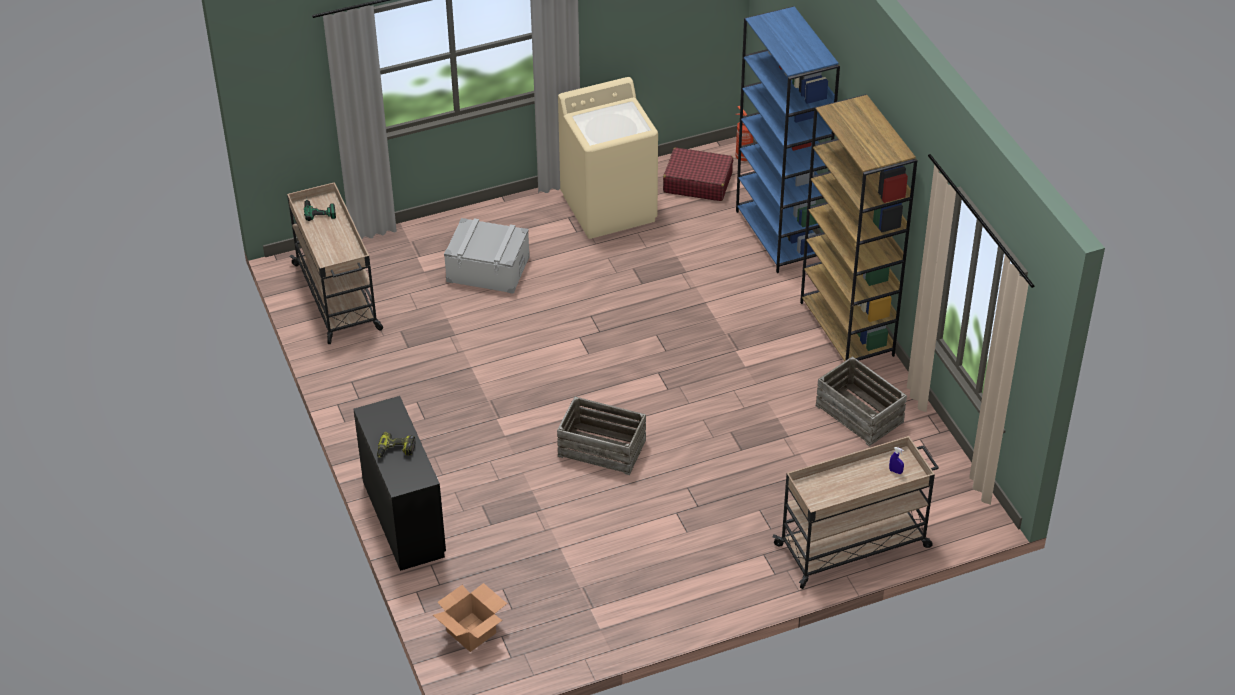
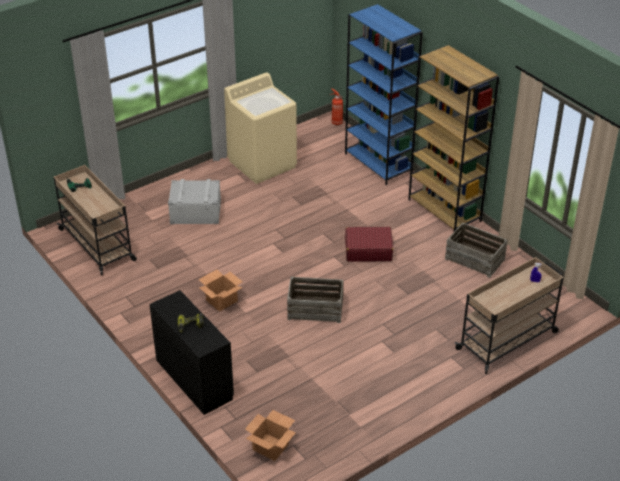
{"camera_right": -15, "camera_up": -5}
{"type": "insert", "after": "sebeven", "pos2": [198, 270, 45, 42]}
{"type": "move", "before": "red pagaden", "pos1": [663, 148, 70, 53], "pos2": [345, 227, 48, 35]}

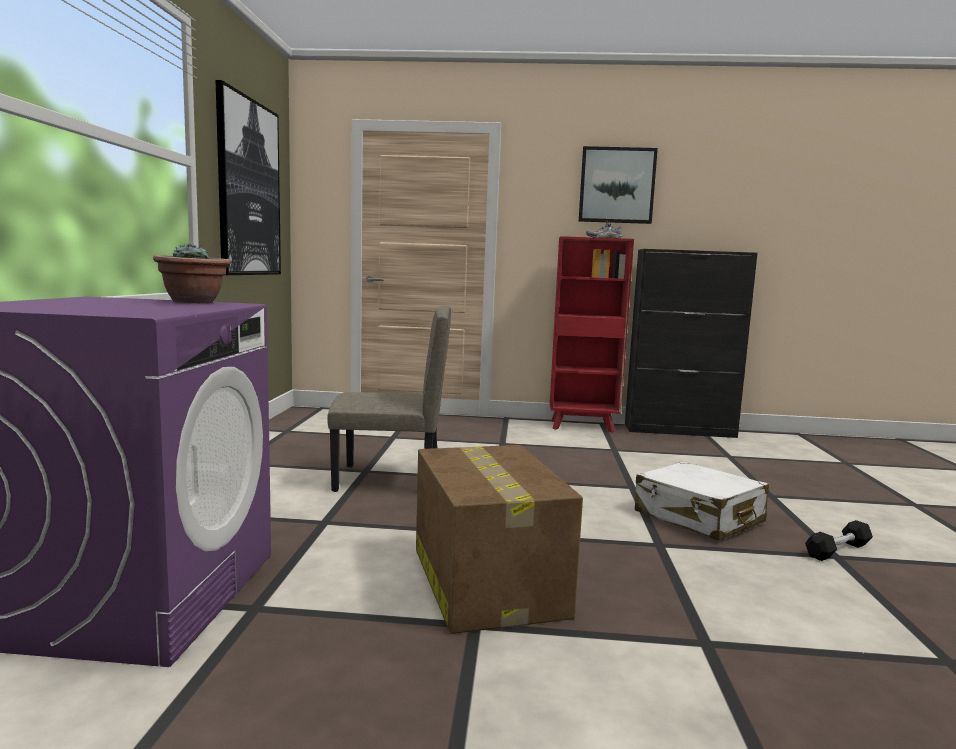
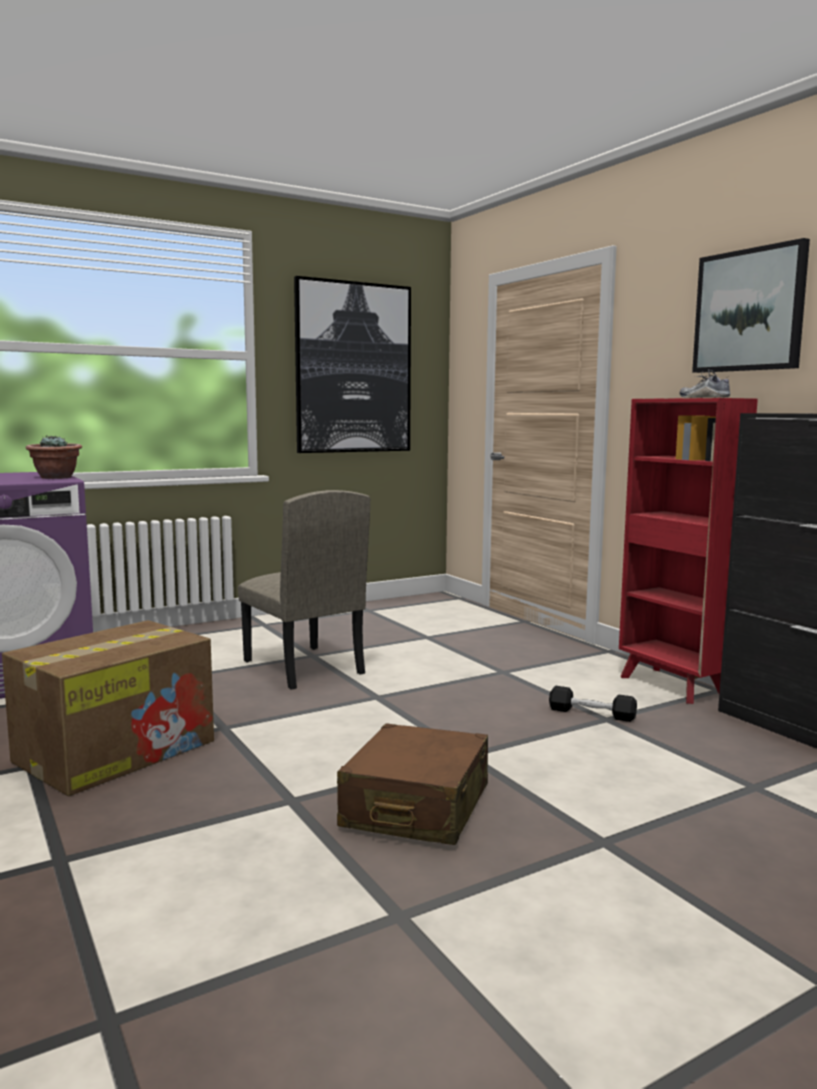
{"camera_right": 55, "camera_up": 0}
{"type": "recolor", "before": "white pagaden", "after": "brown pagaden", "pos1": [635, 461, 134, 80], "pos2": [337, 723, 151, 122]}
{"type": "move", "before": "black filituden", "pos1": [805, 520, 68, 41], "pos2": [549, 686, 88, 36]}

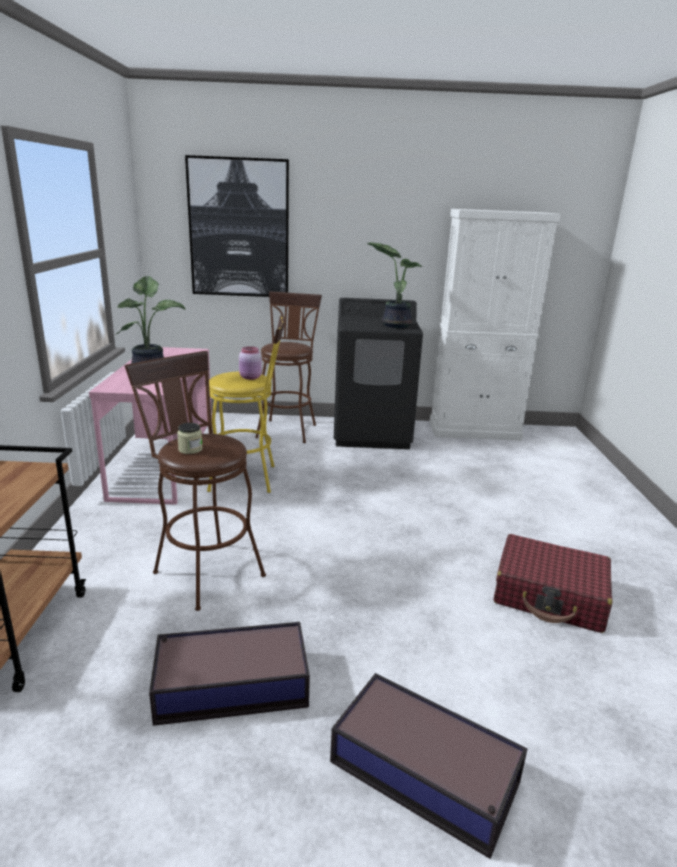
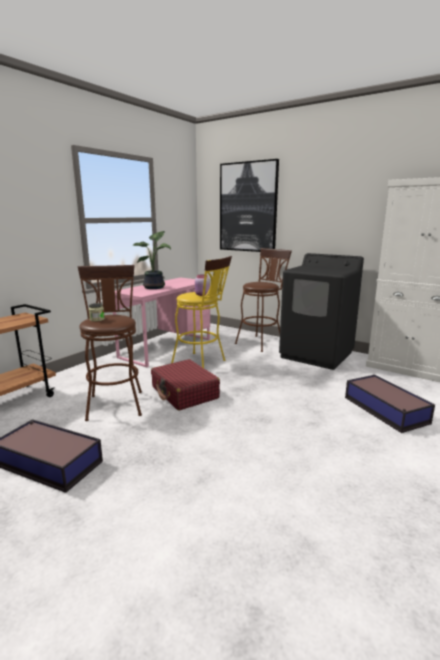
{"camera_right": 35, "camera_up": -5}
{"type": "move", "before": "red pagaden", "pos1": [493, 534, 119, 99], "pos2": [151, 359, 69, 52]}
{"type": "move", "before": "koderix", "pos1": [330, 673, 197, 186], "pos2": [345, 375, 90, 58]}
{"type": "delete", "before": "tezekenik", "pos1": [367, 242, 56, 86]}

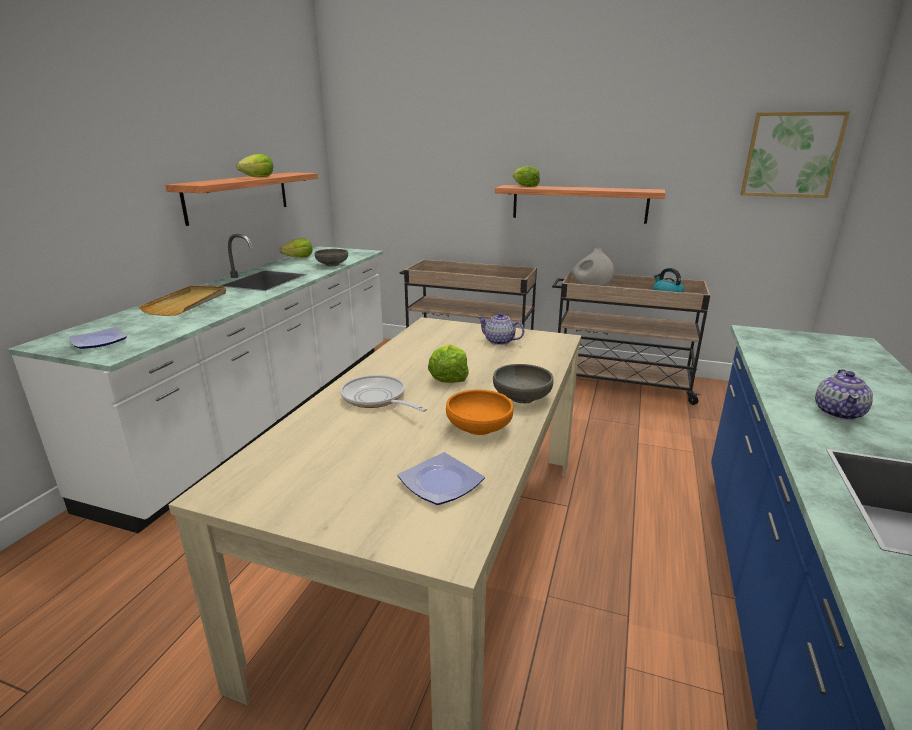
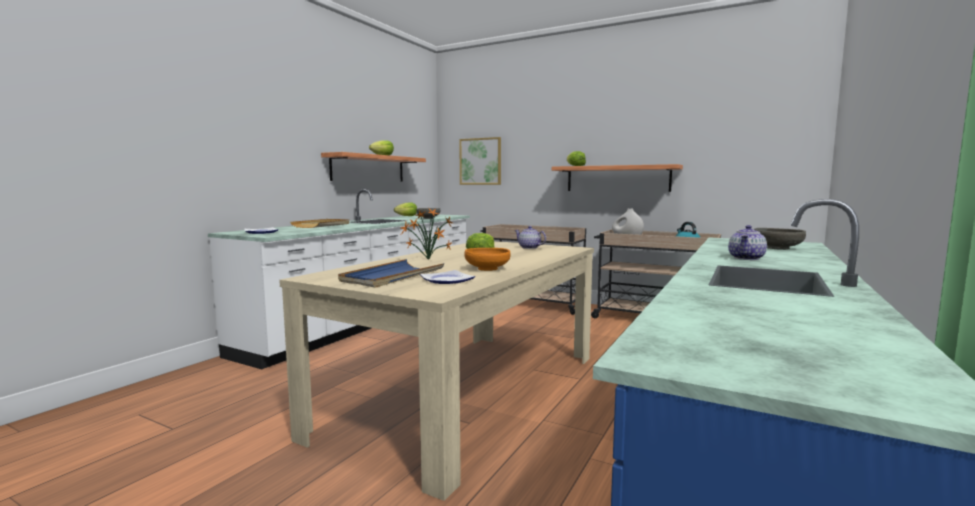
{"camera_right": 10, "camera_up": -15}
{"type": "insert", "after": "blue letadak", "pos2": [338, 259, 106, 29]}
{"type": "replace", "before": "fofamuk", "after": "tezekenik", "pos1": [340, 375, 87, 37], "pos2": [401, 209, 51, 51]}
{"type": "move", "before": "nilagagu", "pos1": [740, 111, 110, 87], "pos2": [459, 137, 42, 48]}
{"type": "move", "before": "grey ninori", "pos1": [493, 364, 61, 39], "pos2": [754, 228, 52, 22]}

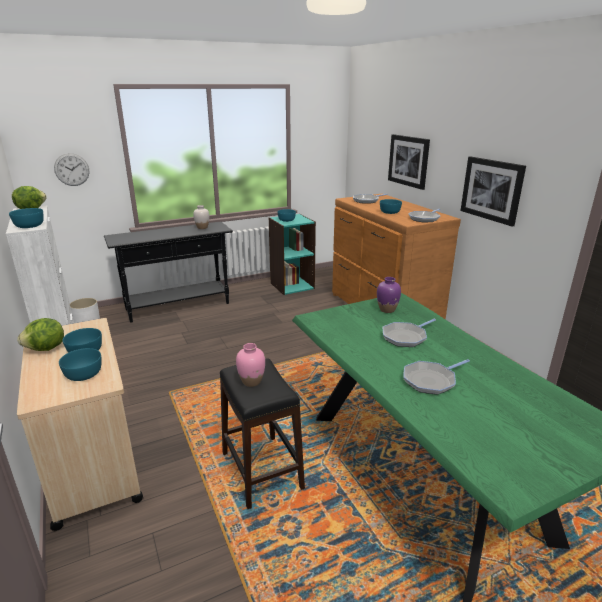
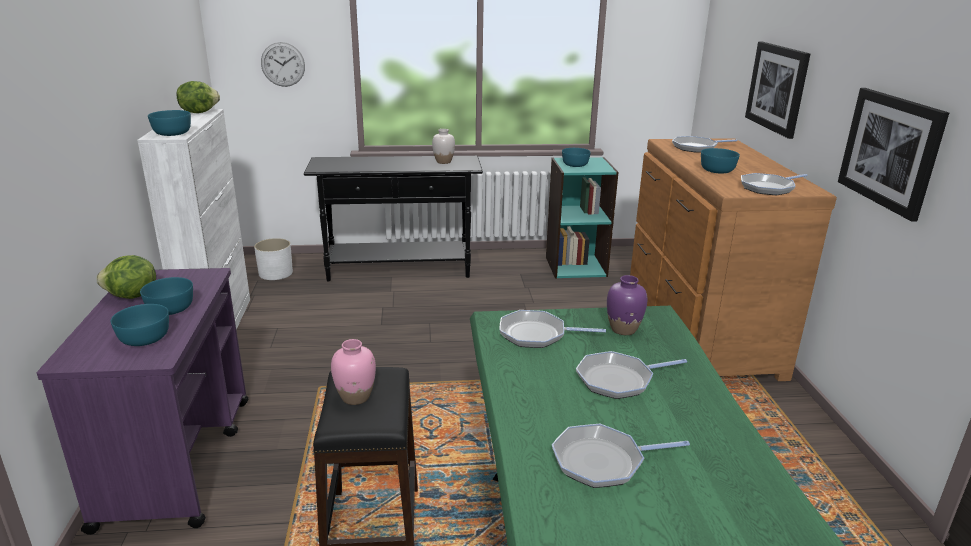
{"camera_right": 20, "camera_up": 0}
{"type": "recolor", "before": "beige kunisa", "after": "purple kunisa", "pos1": [17, 318, 126, 213], "pos2": [37, 268, 211, 267]}
{"type": "insert", "after": "fofamuk", "pos2": [499, 310, 107, 38]}

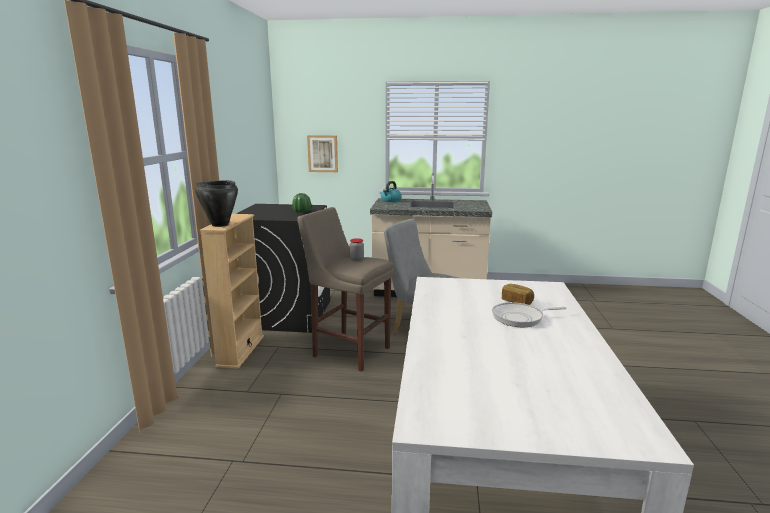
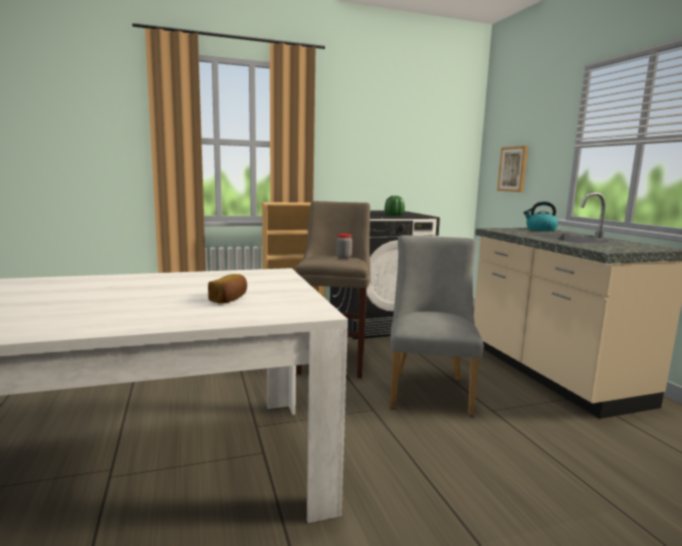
{"camera_right": 65, "camera_up": -5}
{"type": "delete", "before": "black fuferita", "pos1": [195, 180, 43, 47]}
{"type": "delete", "before": "fofamuk", "pos1": [492, 302, 75, 25]}

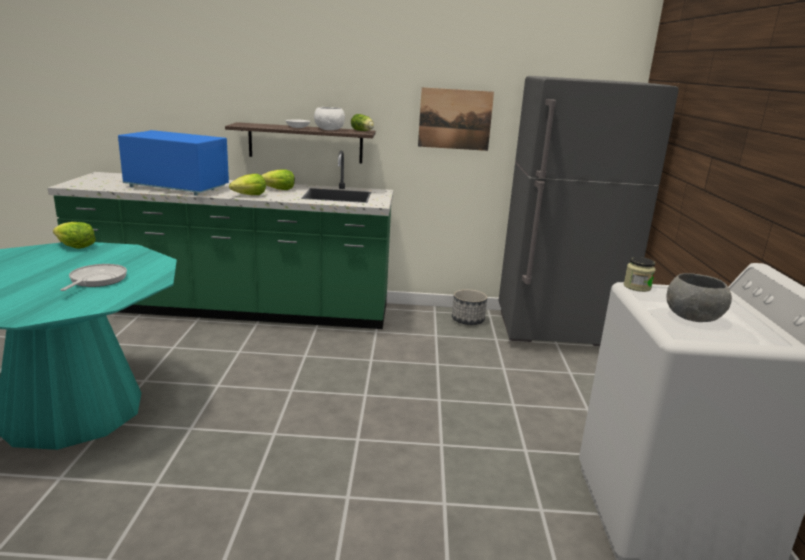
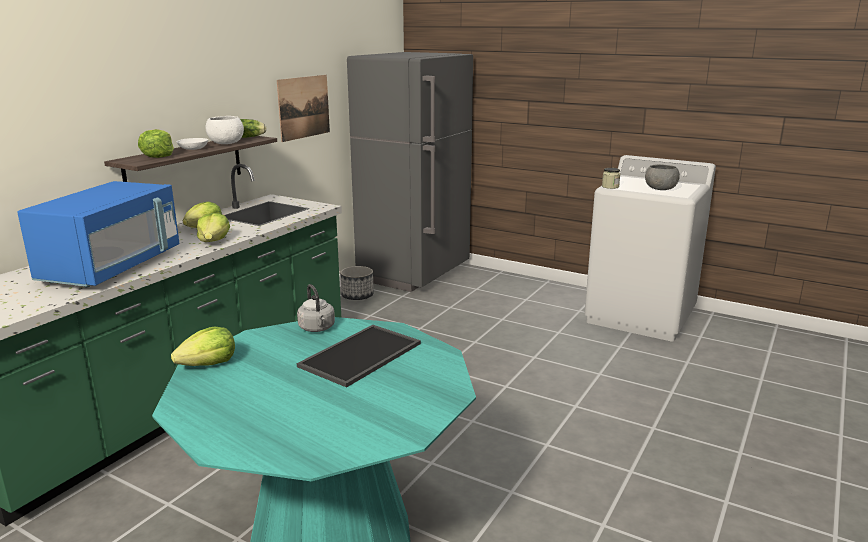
{"camera_right": -60, "camera_up": 0}
{"type": "rotate", "before": "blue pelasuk", "pos1": [118, 130, 111, 66], "pos2": [17, 181, 163, 107], "turn": 150}
{"type": "insert", "after": "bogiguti", "pos2": [138, 129, 36, 29]}
{"type": "insert", "after": "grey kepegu", "pos2": [297, 284, 38, 48]}
{"type": "replace", "before": "fofamuk", "after": "letadak", "pos1": [60, 264, 67, 27], "pos2": [297, 325, 124, 63]}

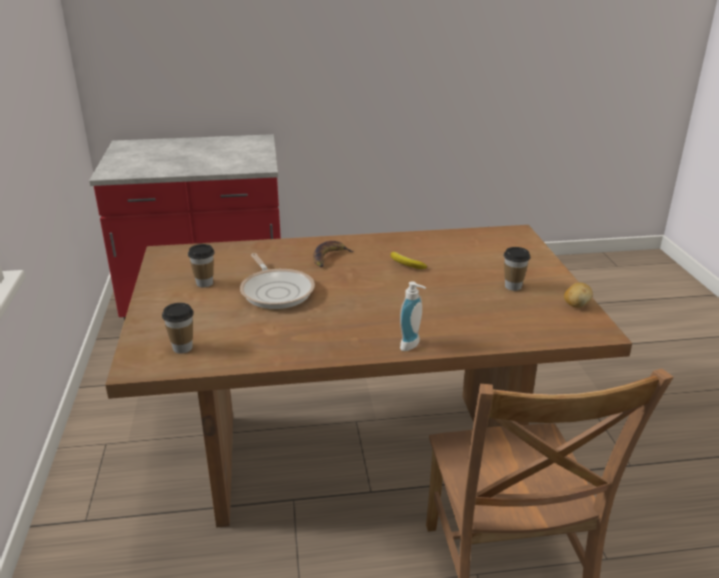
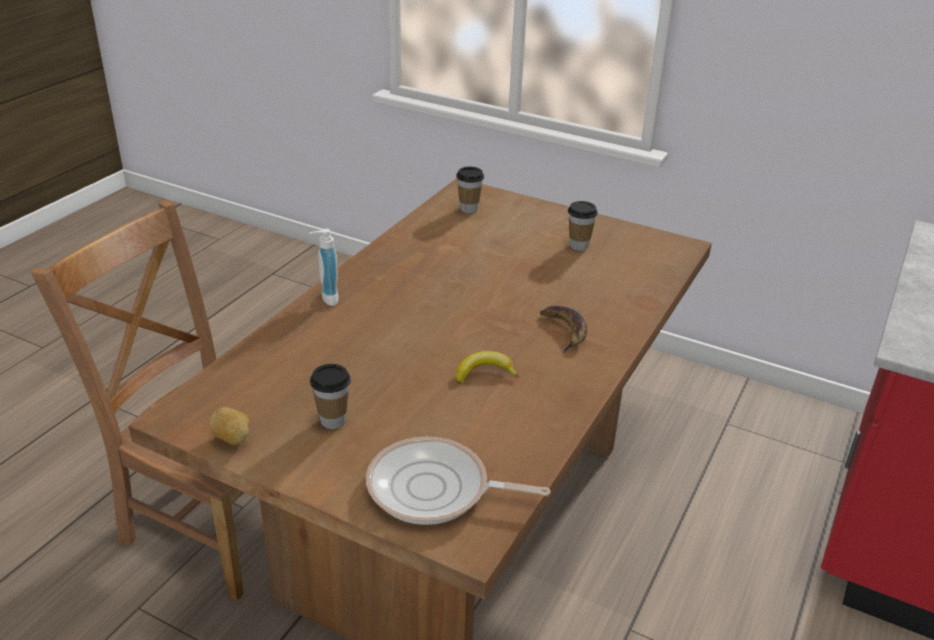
{"camera_right": 125, "camera_up": 5}
{"type": "move", "before": "fofamuk", "pos1": [240, 253, 75, 56], "pos2": [366, 437, 185, 88]}

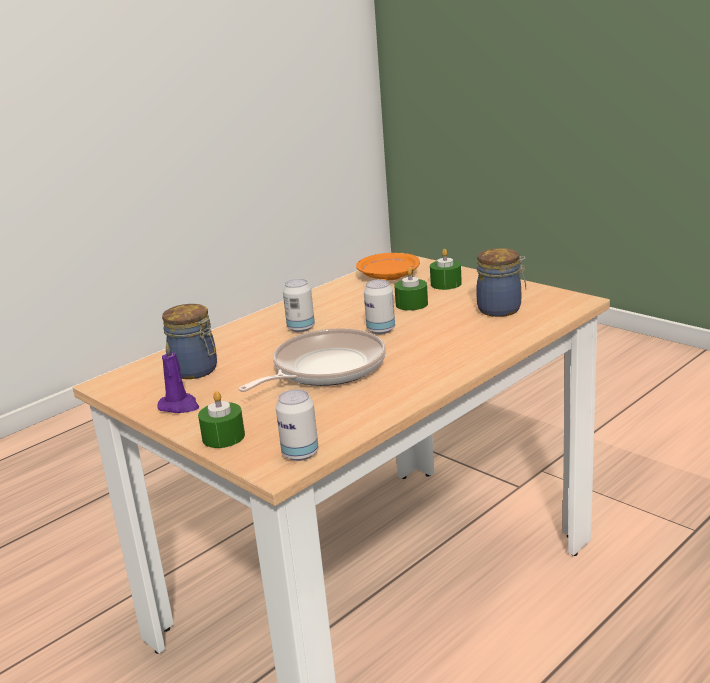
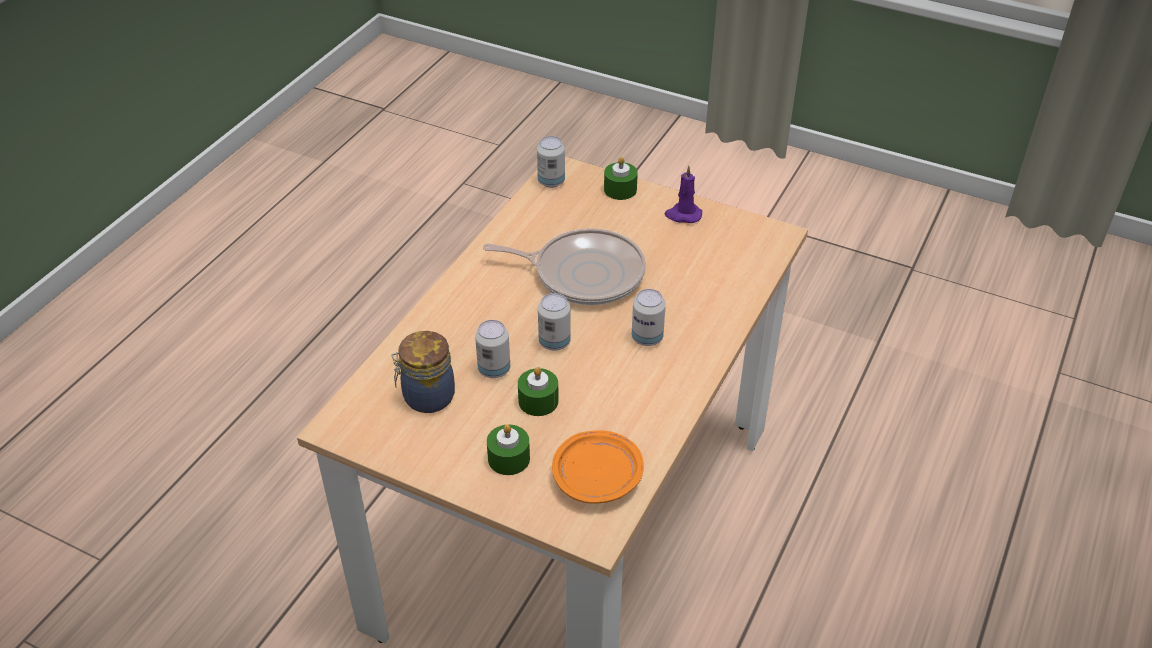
{"camera_right": 160, "camera_up": 20}
{"type": "insert", "after": "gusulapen", "pos2": [475, 320, 35, 58]}
{"type": "rotate", "before": "fofamuk", "pos1": [238, 328, 148, 64], "pos2": [483, 228, 163, 77], "turn": -105}
{"type": "delete", "before": "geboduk", "pos1": [162, 304, 55, 75]}

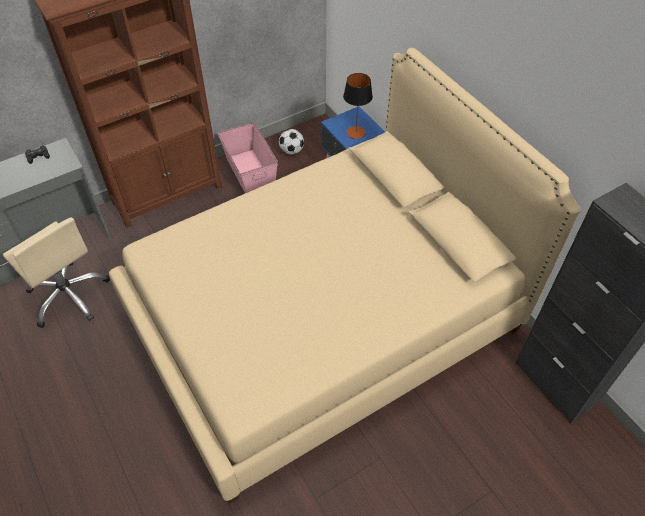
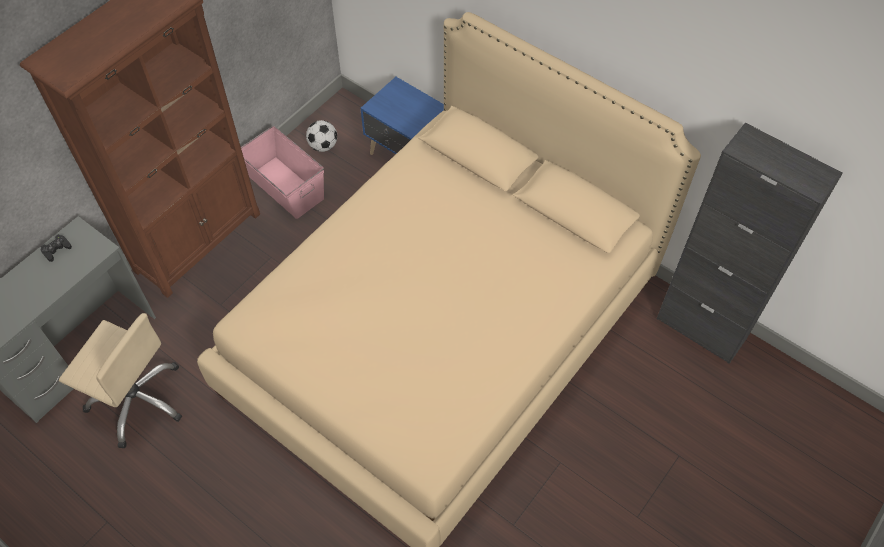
{"camera_right": -20, "camera_up": 5}
{"type": "delete", "before": "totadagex", "pos1": [343, 73, 30, 66]}

